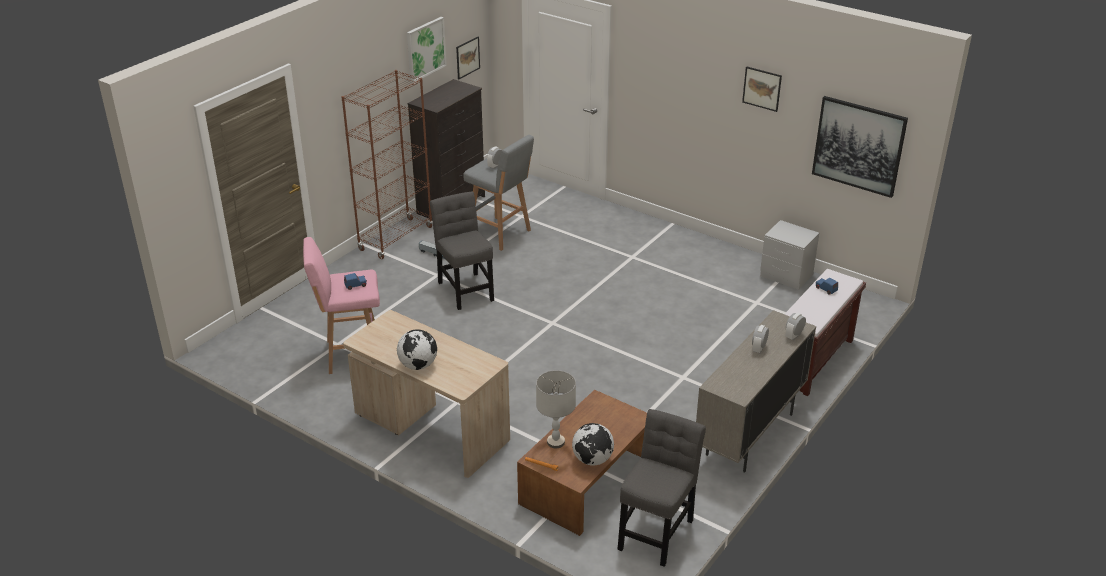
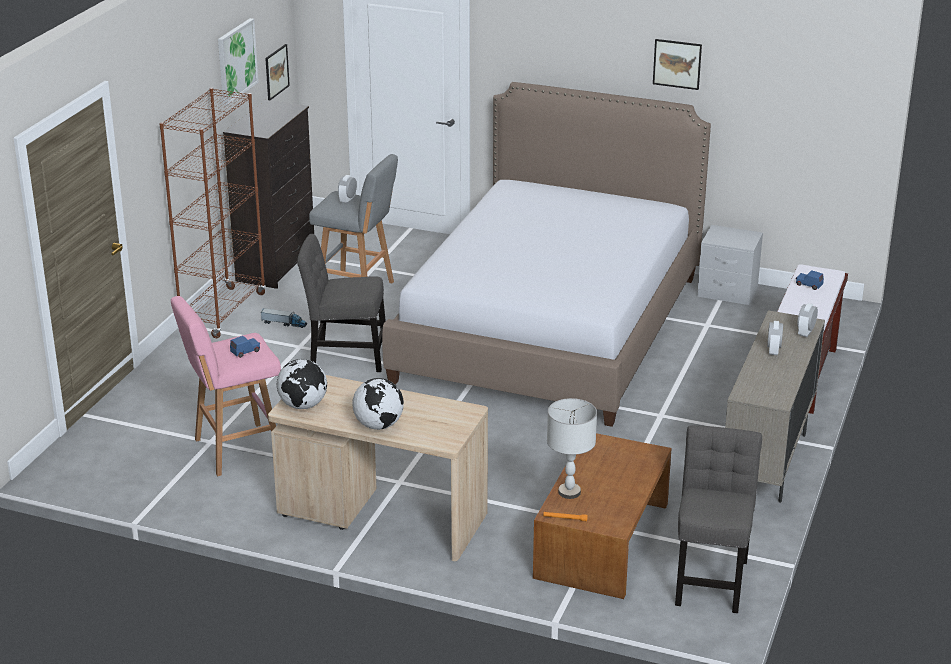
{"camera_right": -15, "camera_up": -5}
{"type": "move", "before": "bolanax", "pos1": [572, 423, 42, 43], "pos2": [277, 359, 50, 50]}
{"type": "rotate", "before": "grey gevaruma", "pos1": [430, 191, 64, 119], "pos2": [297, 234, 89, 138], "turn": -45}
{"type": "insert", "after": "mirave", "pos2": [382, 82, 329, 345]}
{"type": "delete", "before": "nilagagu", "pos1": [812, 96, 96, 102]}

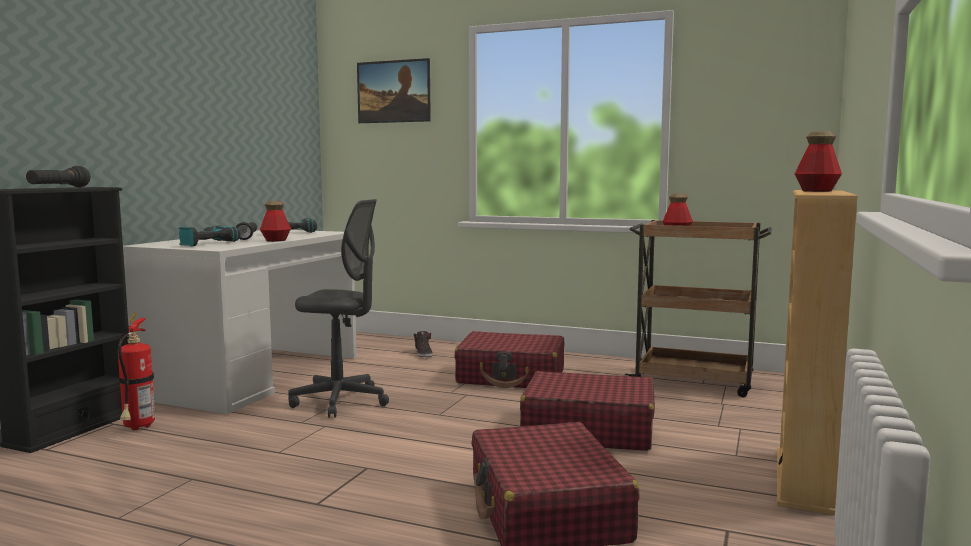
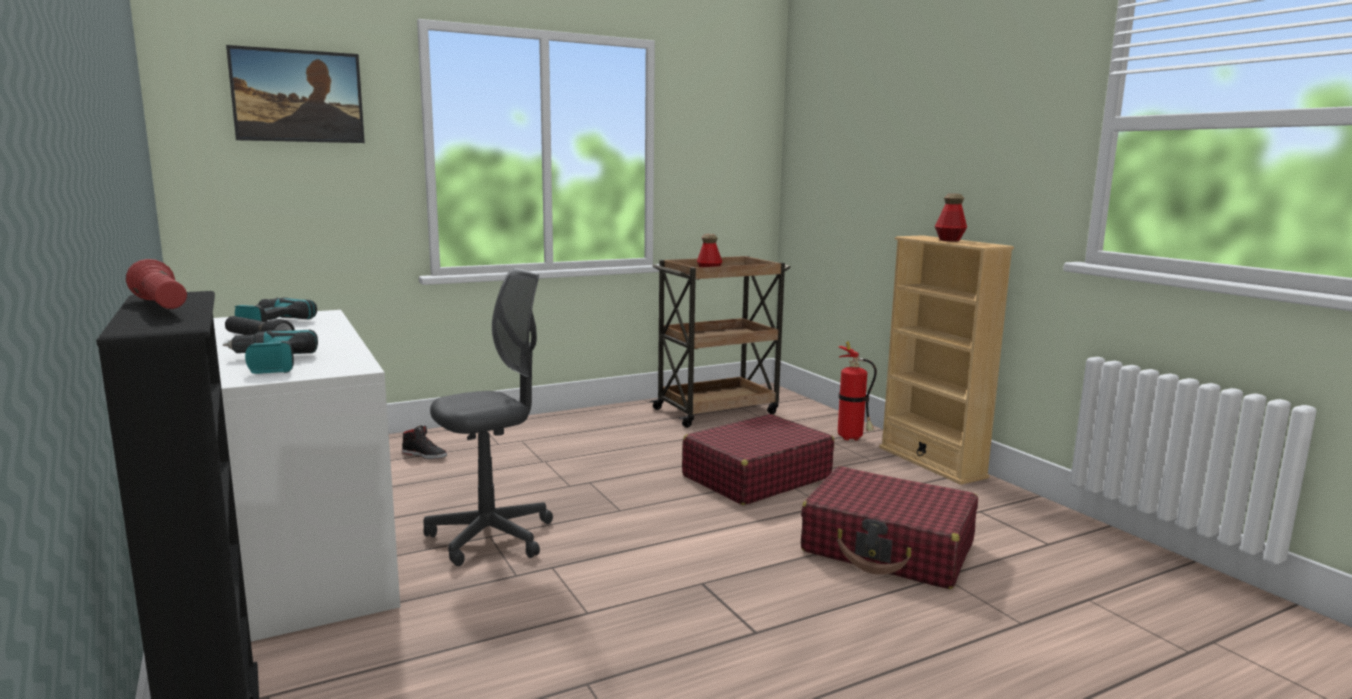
{"camera_right": -50, "camera_up": 5}
{"type": "recolor", "before": "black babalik", "after": "red babalik", "pos1": [26, 166, 64, 21], "pos2": [126, 259, 61, 50]}
{"type": "move", "before": "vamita", "pos1": [118, 313, 37, 117], "pos2": [838, 341, 39, 100]}
{"type": "delete", "before": "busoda", "pos1": [260, 201, 31, 41]}
{"type": "delete", "before": "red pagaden", "pos1": [454, 331, 110, 57]}

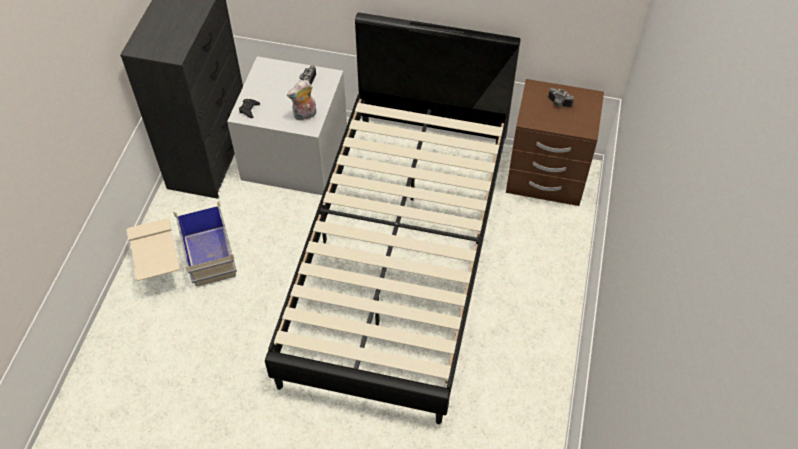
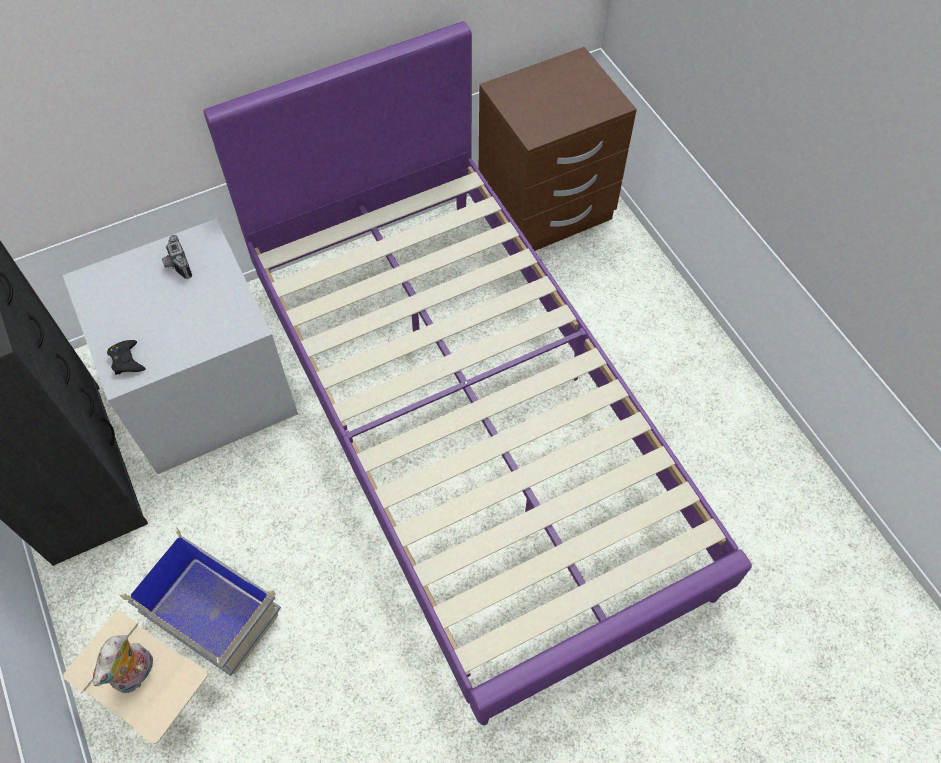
{"camera_right": -40, "camera_up": 5}
{"type": "move", "before": "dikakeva", "pos1": [287, 80, 29, 41], "pos2": [93, 635, 60, 58]}
{"type": "recolor", "before": "black mirave", "after": "purple mirave", "pos1": [265, 12, 256, 412], "pos2": [203, 21, 549, 704]}
{"type": "delete", "before": "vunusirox", "pos1": [548, 88, 27, 19]}

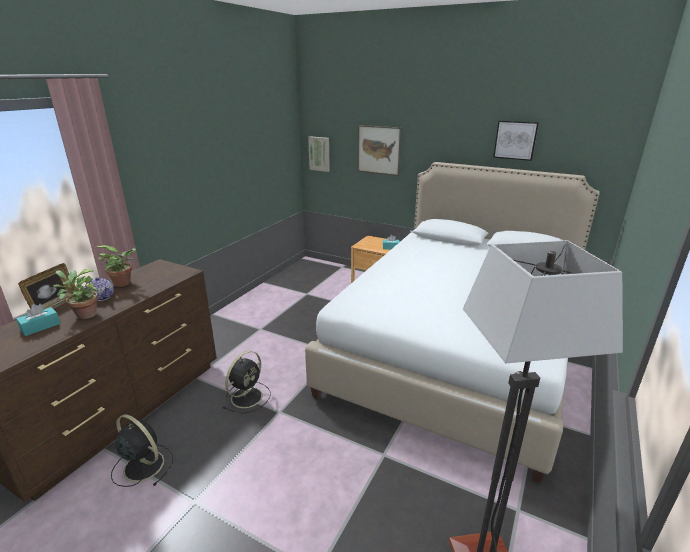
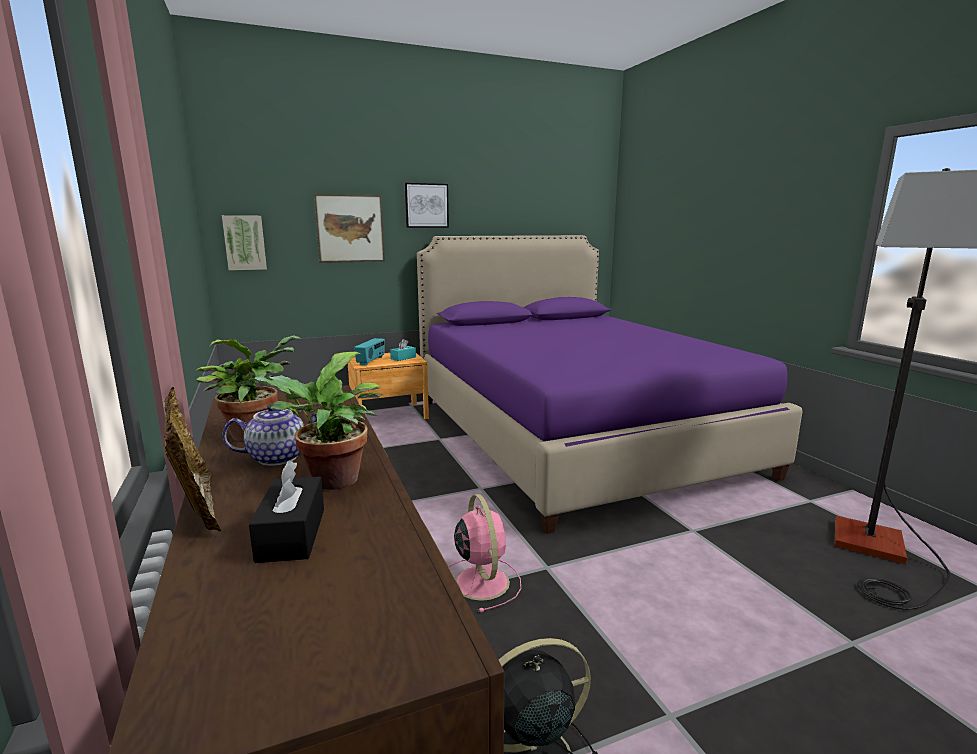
{"camera_right": -50, "camera_up": -10}
{"type": "recolor", "before": "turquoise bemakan", "after": "black bemakan", "pos1": [16, 304, 45, 32], "pos2": [249, 461, 75, 102]}
{"type": "insert", "after": "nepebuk", "pos2": [354, 338, 31, 28]}
{"type": "move", "before": "nilagagu", "pos1": [493, 120, 46, 41], "pos2": [405, 183, 44, 45]}
{"type": "recolor", "before": "white mirave", "after": "purple mirave", "pos1": [305, 162, 295, 321], "pos2": [417, 235, 386, 299]}
{"type": "recolor", "before": "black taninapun", "after": "pink taninapun", "pos1": [222, 351, 49, 62], "pos2": [449, 494, 72, 119]}

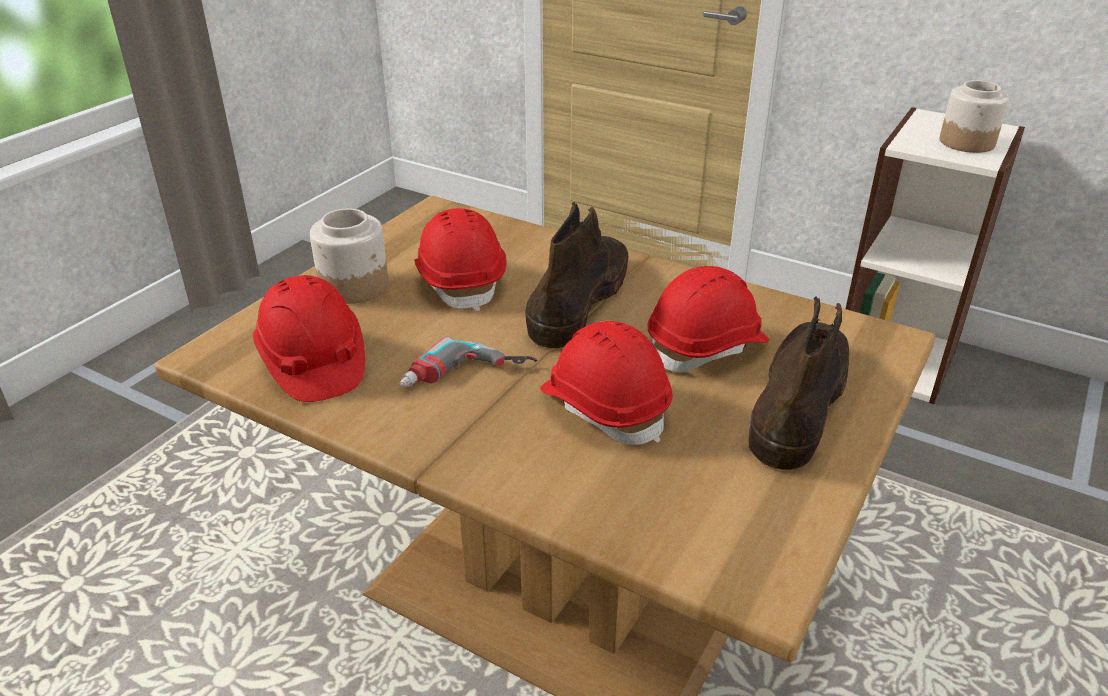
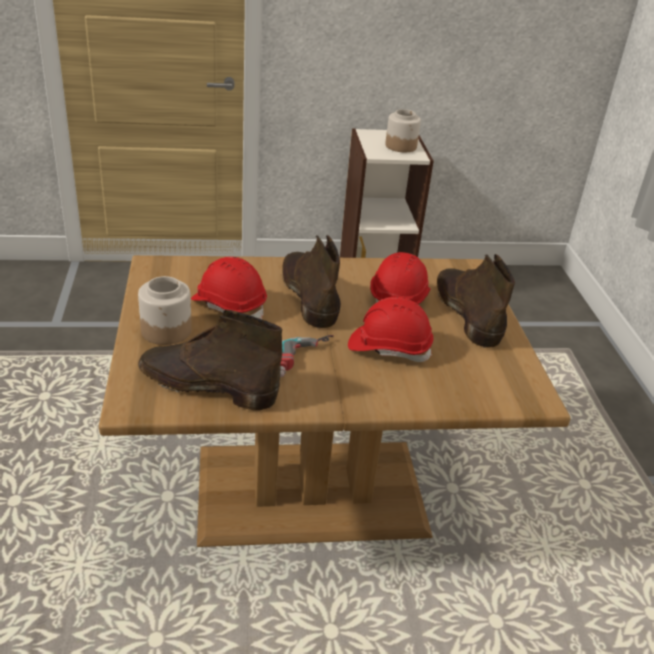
{"camera_right": -40, "camera_up": 0}
{"type": "replace", "before": "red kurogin", "after": "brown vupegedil", "pos1": [253, 275, 112, 127], "pos2": [138, 310, 144, 101]}

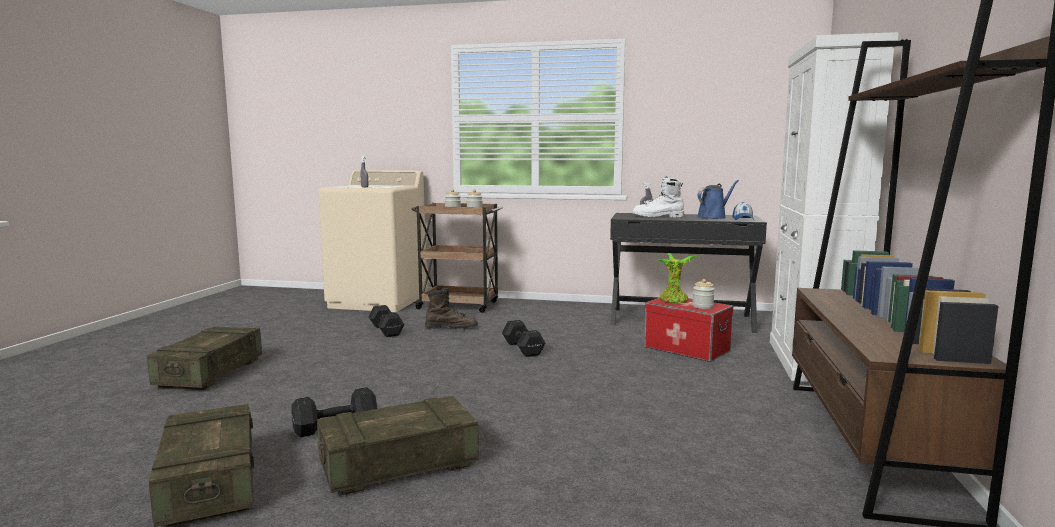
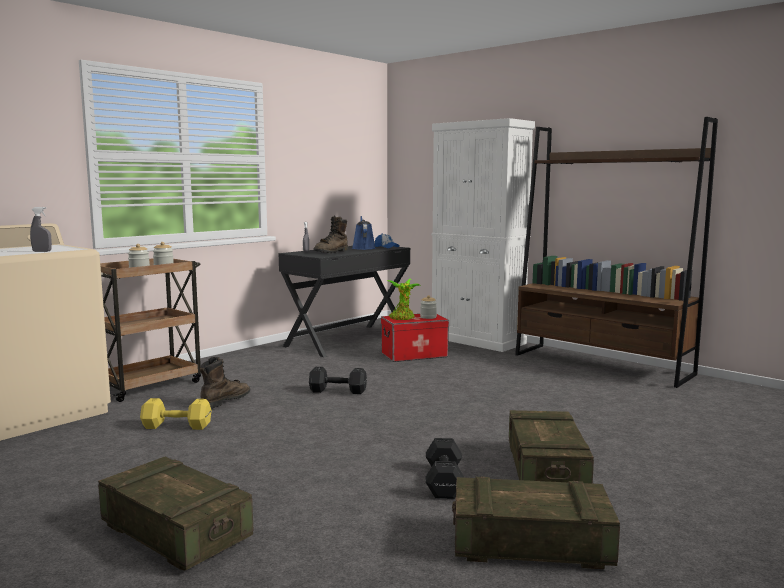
{"camera_right": -60, "camera_up": 0}
{"type": "recolor", "before": "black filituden", "after": "yellow filituden", "pos1": [369, 305, 35, 32], "pos2": [140, 398, 72, 32]}
{"type": "recolor", "before": "white vupegedil", "after": "brown vupegedil", "pos1": [632, 176, 52, 41], "pos2": [314, 215, 34, 38]}

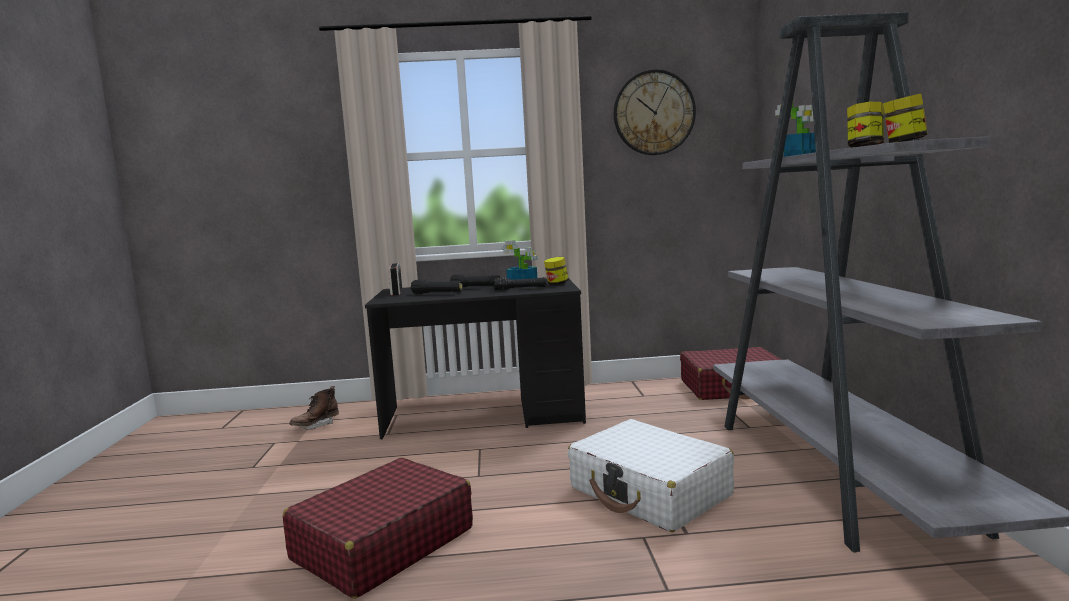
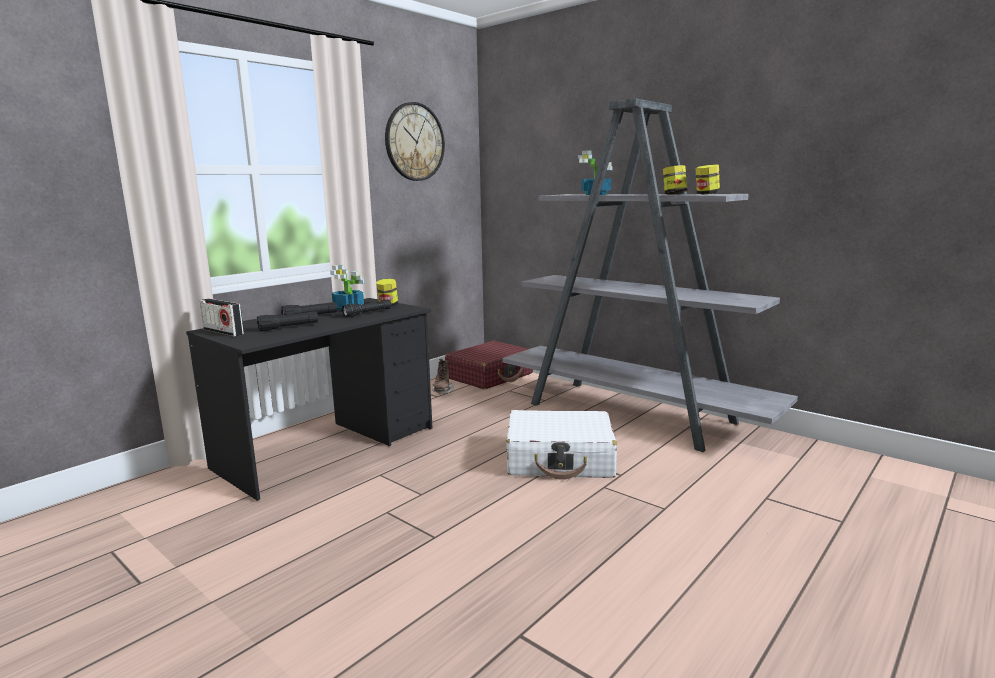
{"camera_right": -45, "camera_up": 5}
{"type": "move", "before": "brown vupegedil", "pos1": [289, 386, 50, 43], "pos2": [432, 359, 22, 34]}
{"type": "delete", "before": "red pagaden", "pos1": [283, 457, 190, 142]}

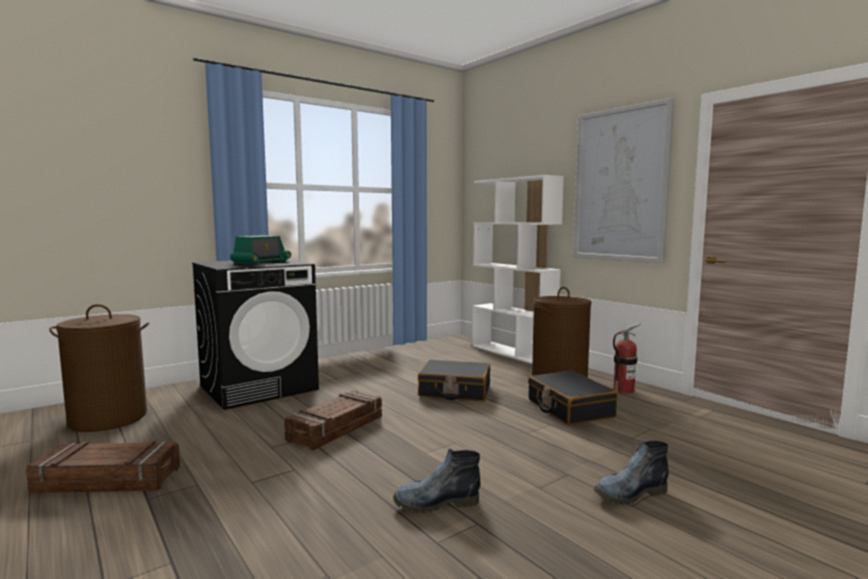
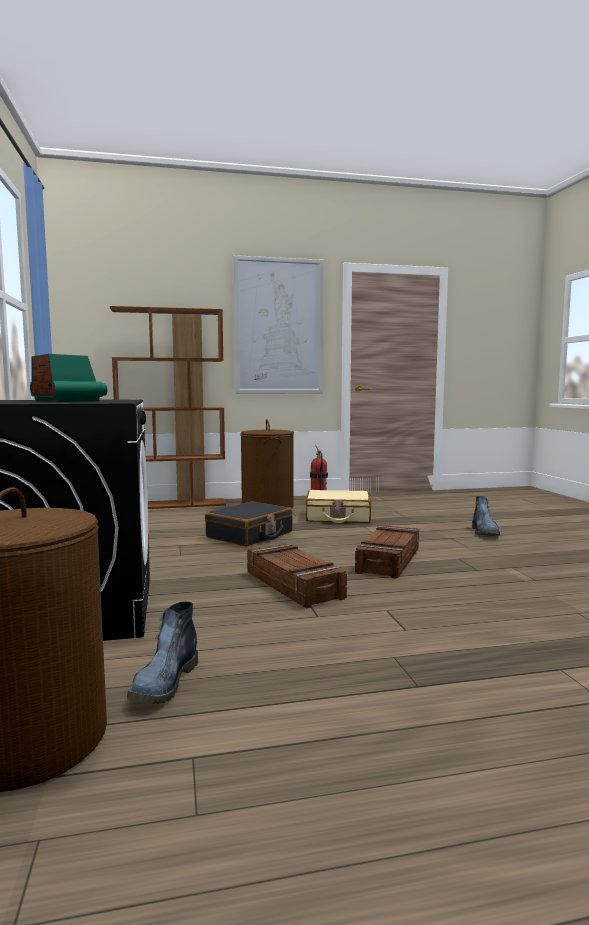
{"camera_right": -65, "camera_up": 0}
{"type": "recolor", "before": "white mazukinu", "after": "brown mazukinu", "pos1": [472, 175, 92, 189], "pos2": [110, 306, 116, 203]}
{"type": "move", "before": "vupegedil", "pos1": [393, 449, 88, 64], "pos2": [127, 602, 71, 102]}
{"type": "recolor", "before": "black pagaden", "after": "beige pagaden", "pos1": [528, 371, 90, 54], "pos2": [306, 490, 65, 33]}
{"type": "move", "before": "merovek", "pos1": [26, 440, 154, 53], "pos2": [355, 525, 64, 54]}

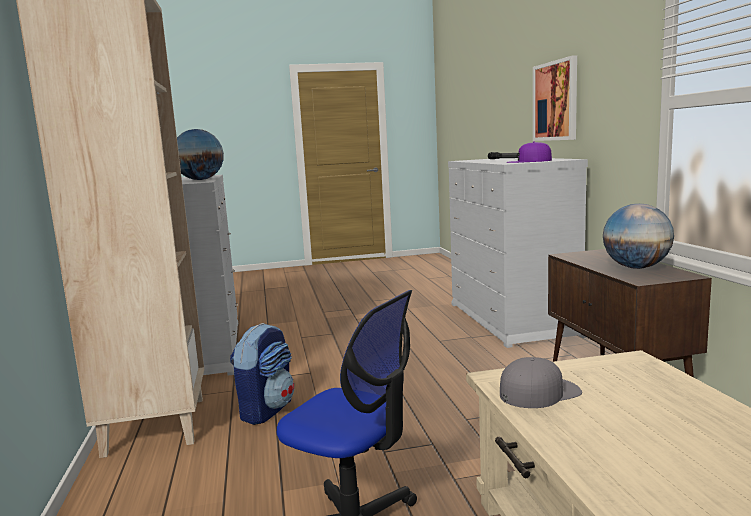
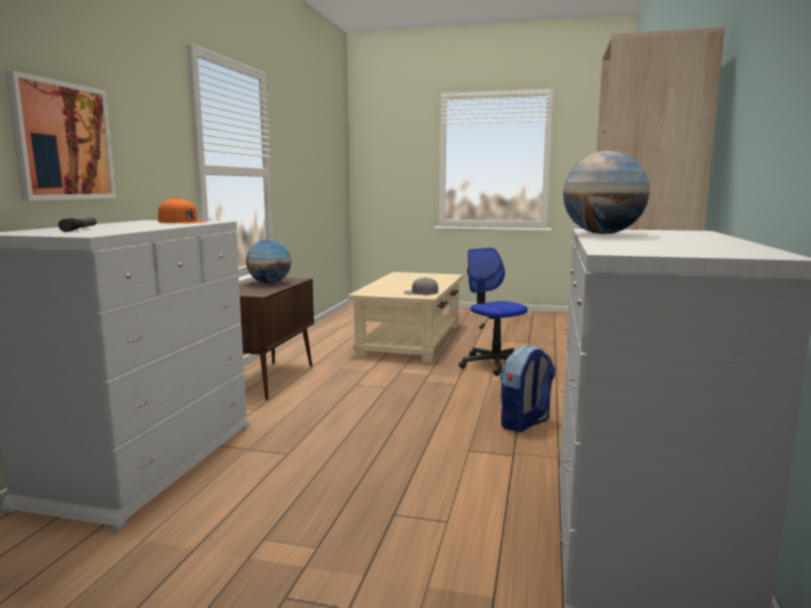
{"camera_right": -155, "camera_up": 0}
{"type": "recolor", "before": "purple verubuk", "after": "orange verubuk", "pos1": [507, 141, 45, 22], "pos2": [158, 197, 50, 26]}

